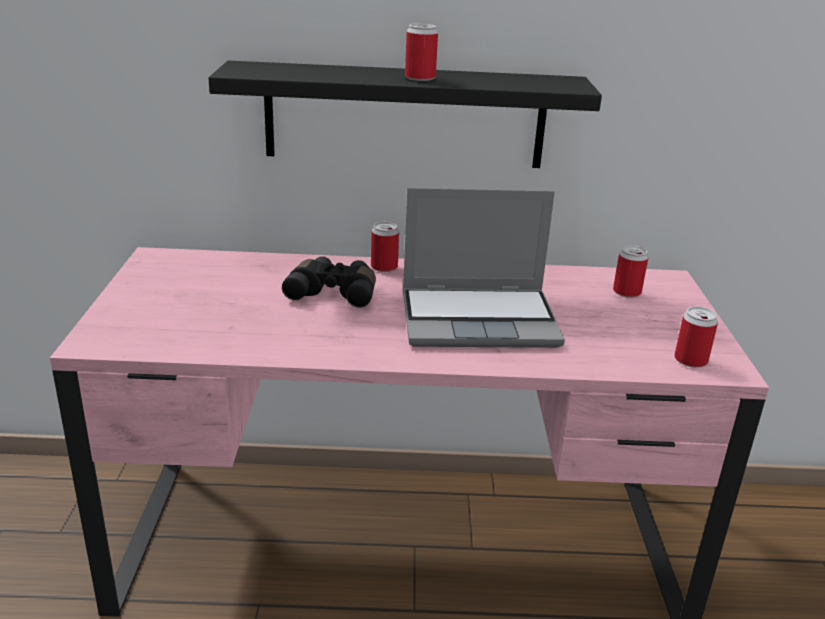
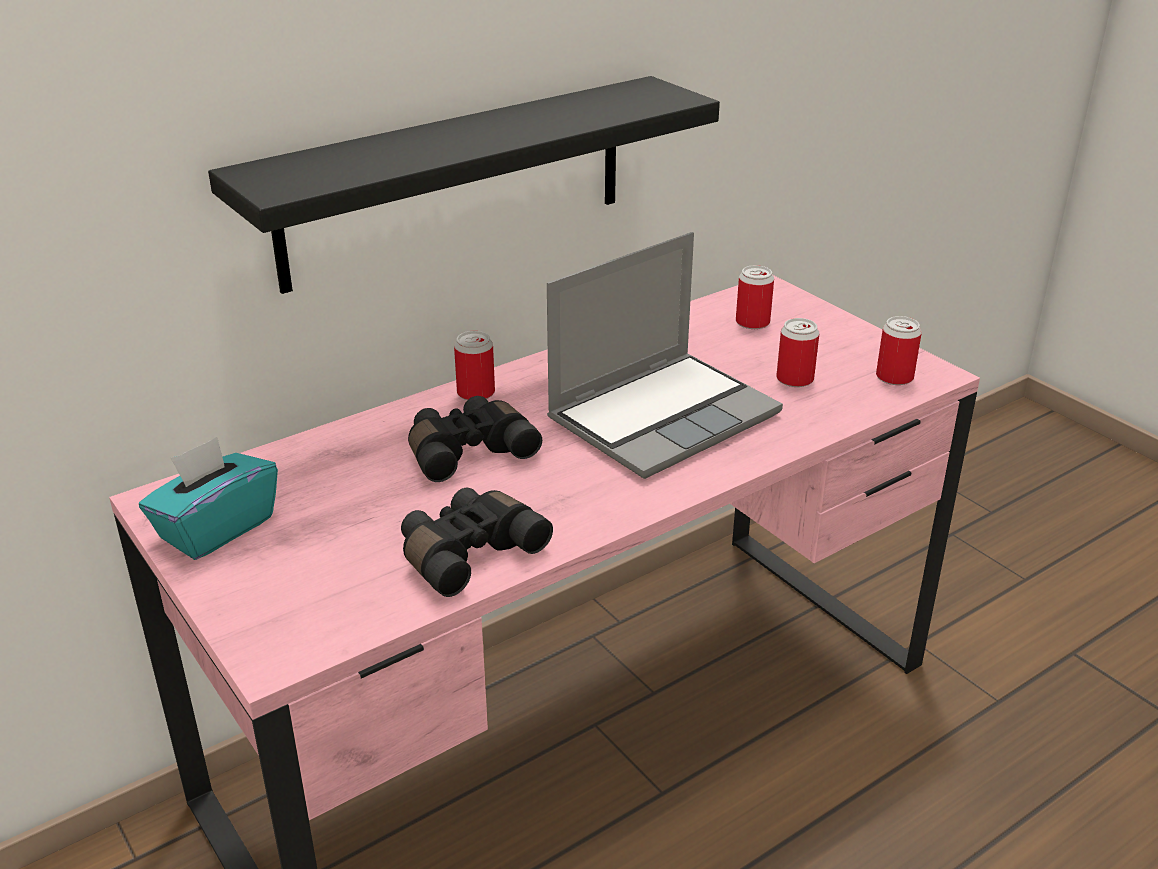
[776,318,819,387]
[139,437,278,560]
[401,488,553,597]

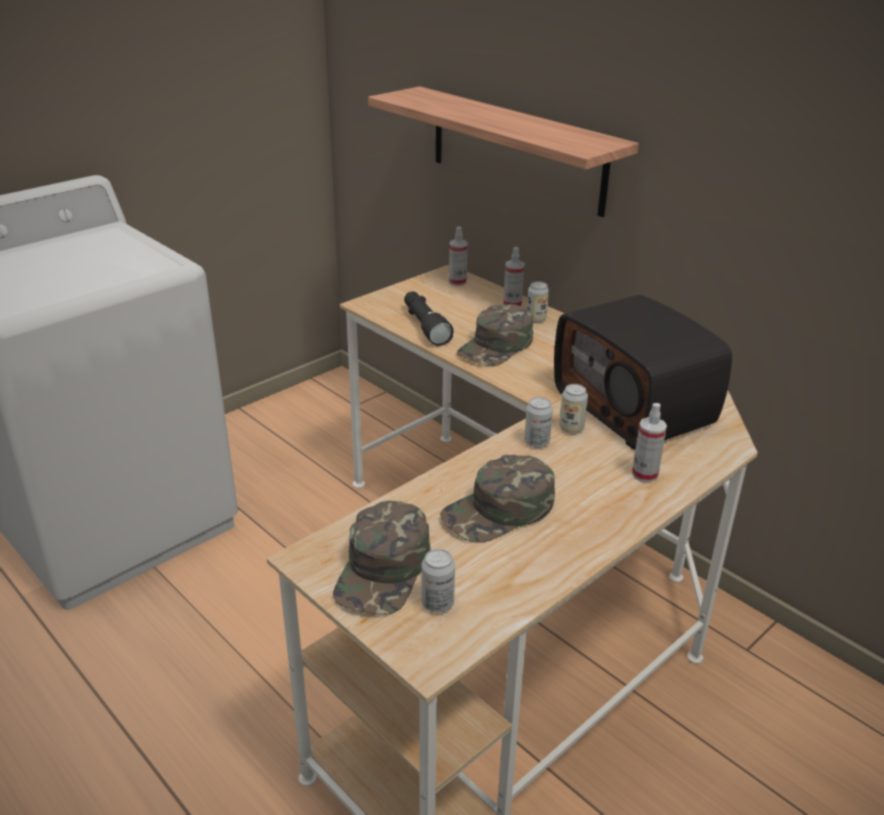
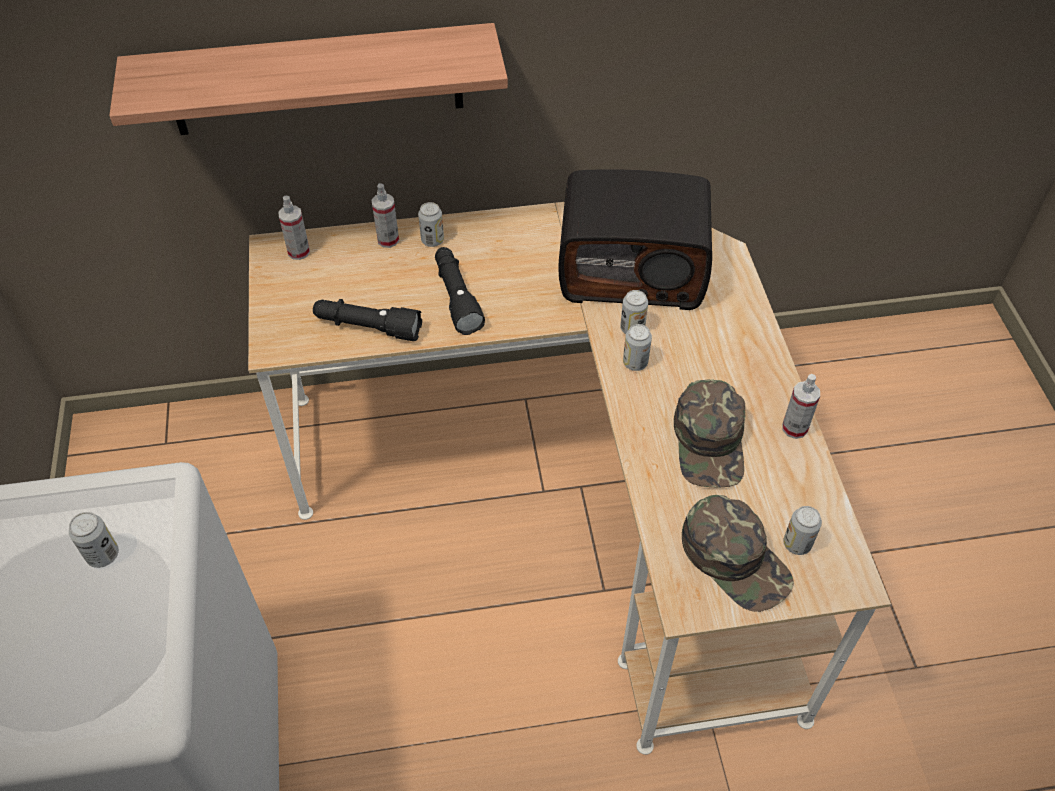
[435,247,485,335]
[782,374,820,439]
[69,512,119,568]

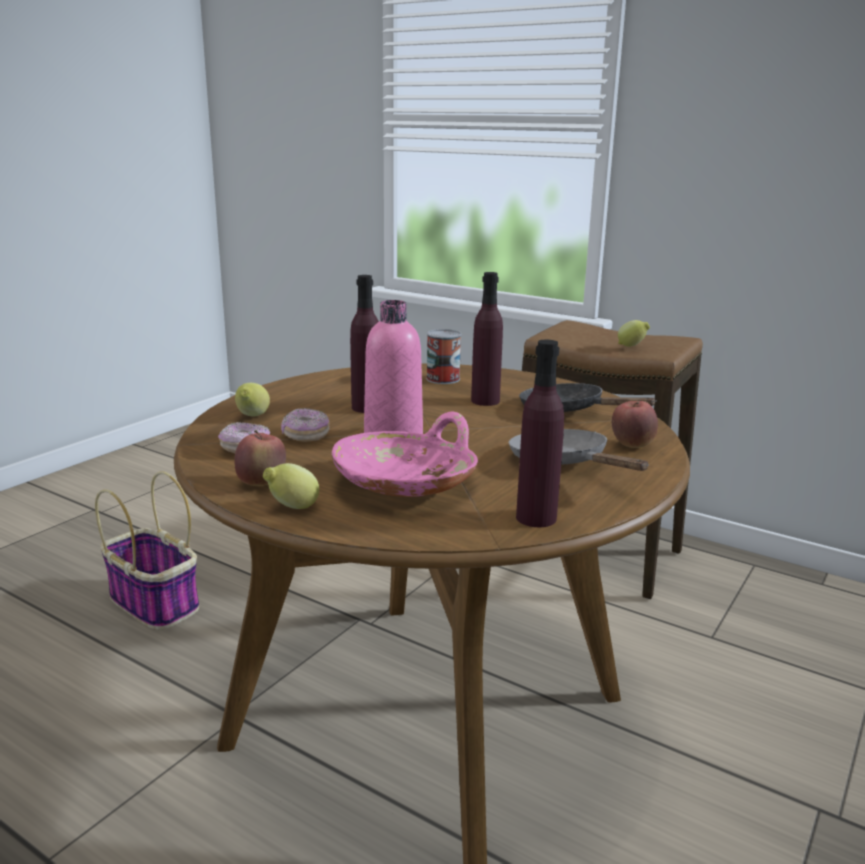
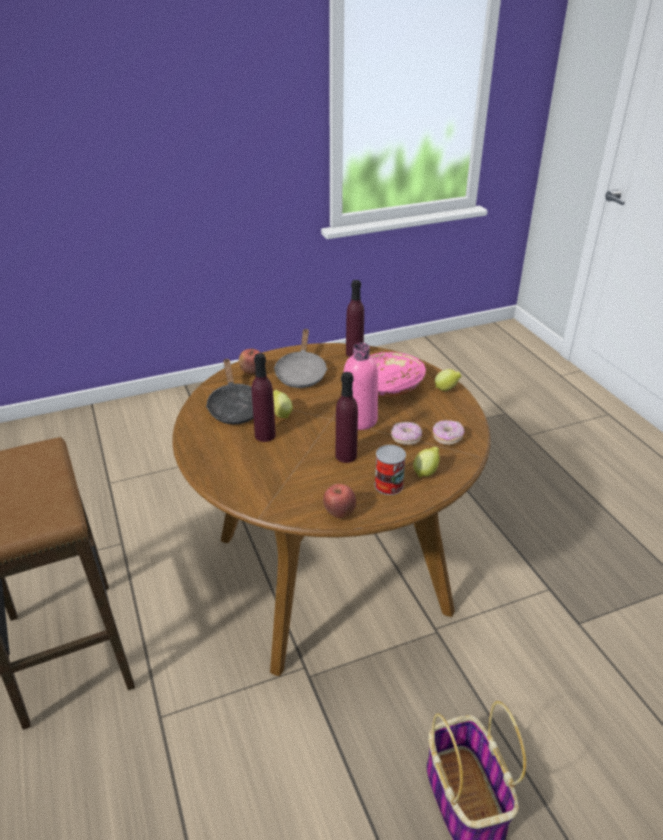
[273,390,293,418]
[374,445,406,495]
[323,484,356,519]

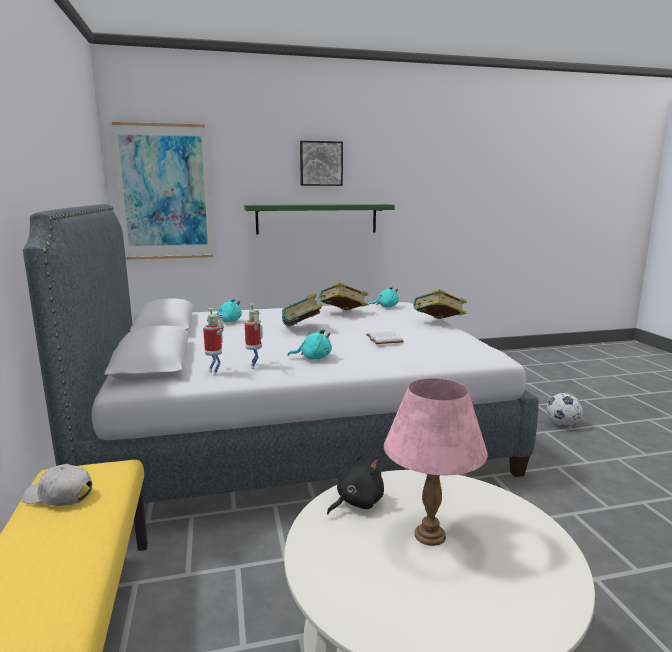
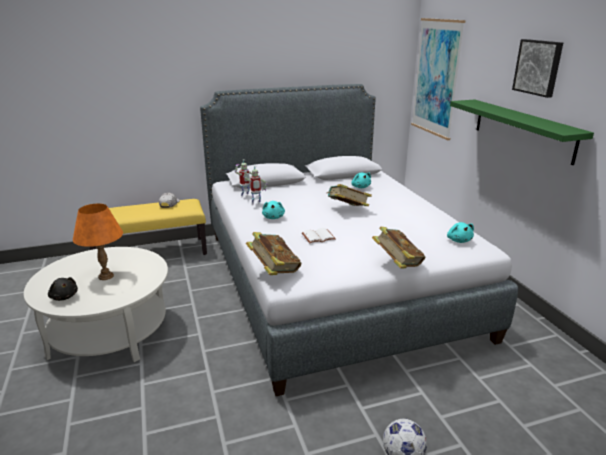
[246,232,302,275]
[73,204,123,280]
[48,277,78,301]

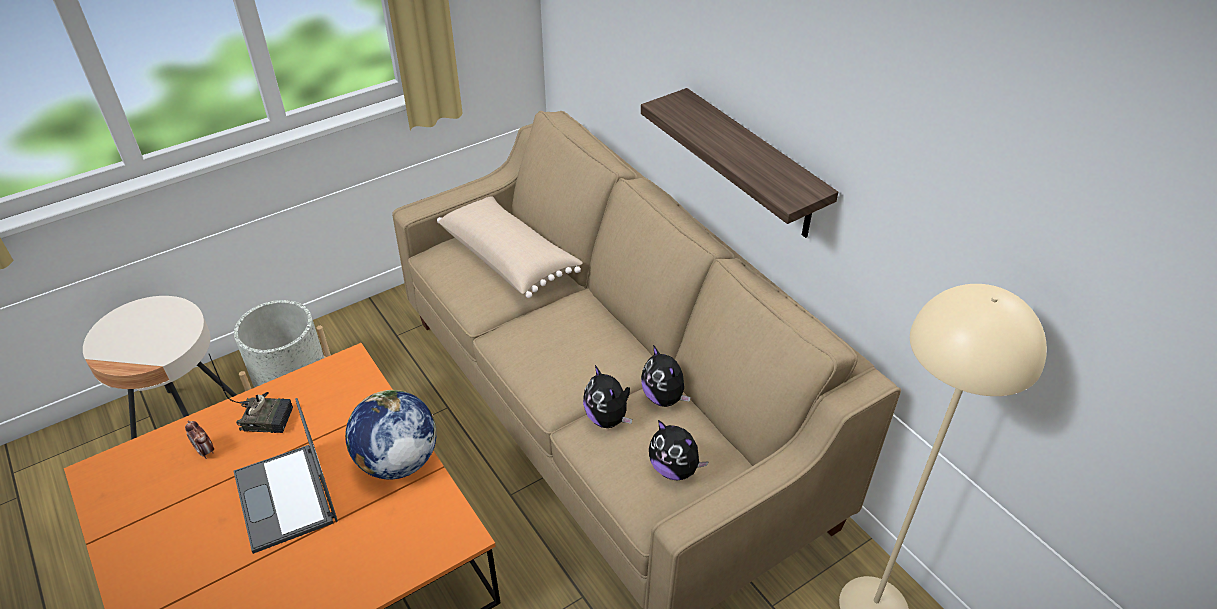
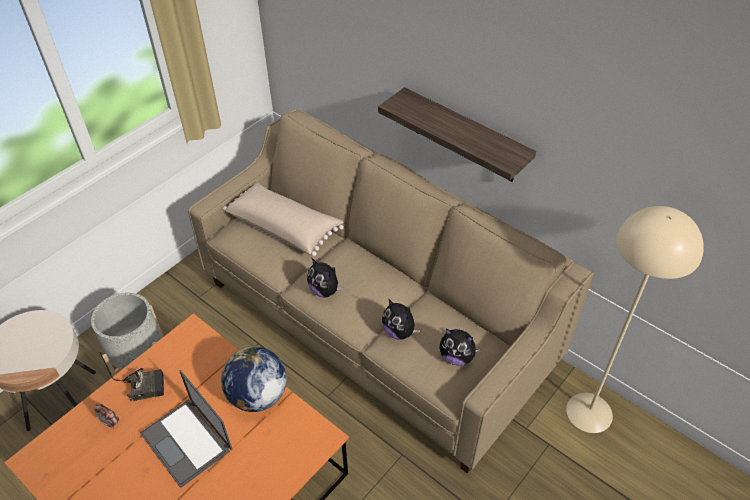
[307,258,344,297]

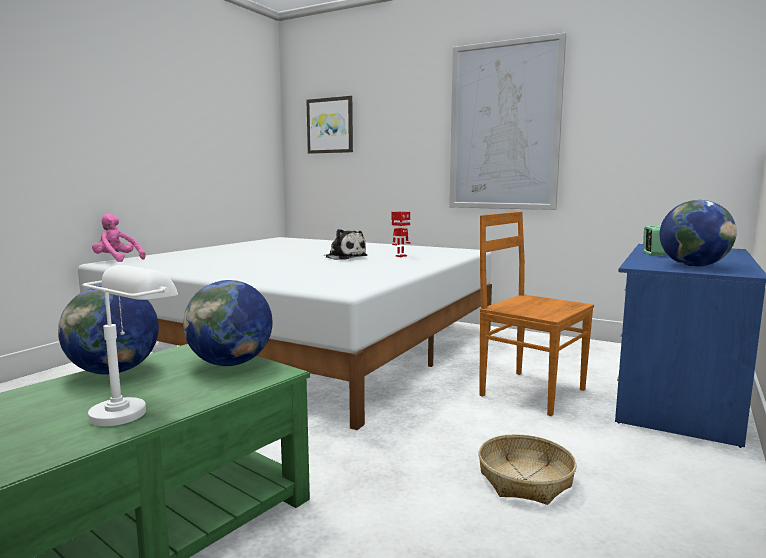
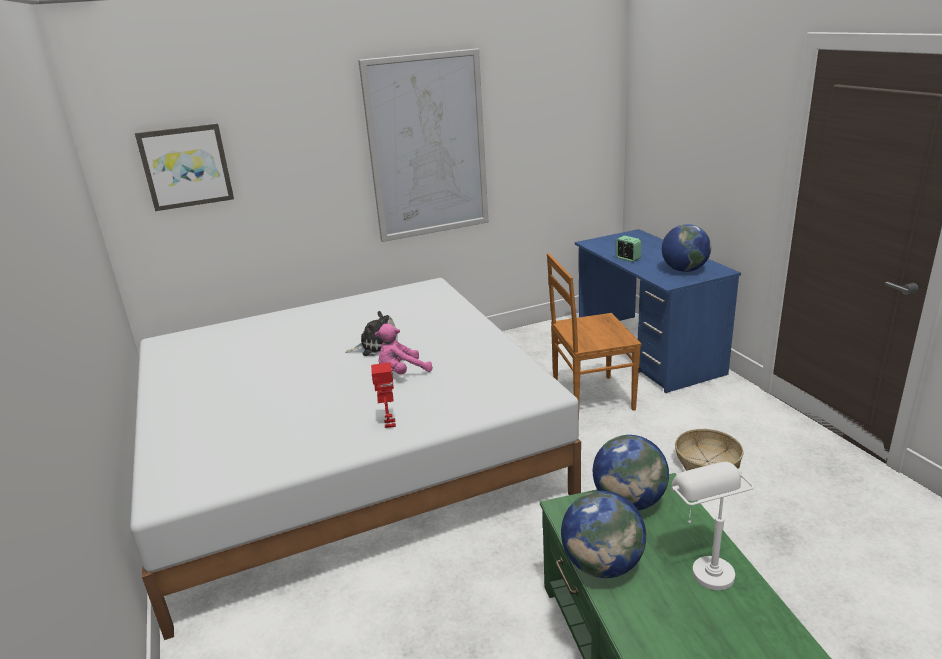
[371,362,396,428]
[375,323,433,374]

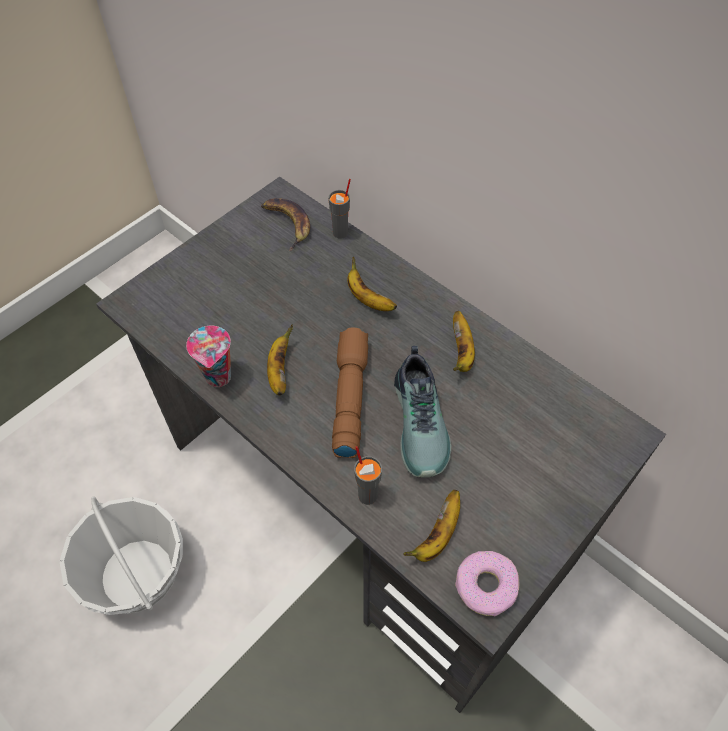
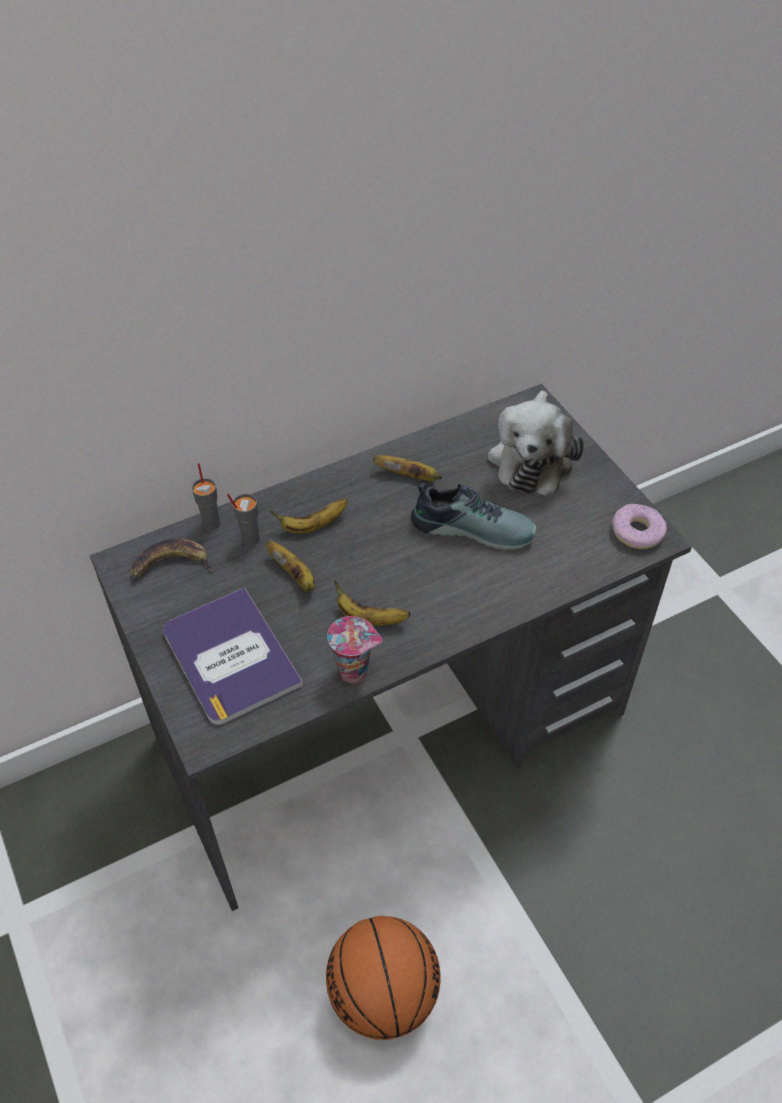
[332,328,368,458] (first image)
[227,494,260,546]
[266,541,315,593]
[326,916,440,1040]
[488,391,584,495]
[163,587,303,725]

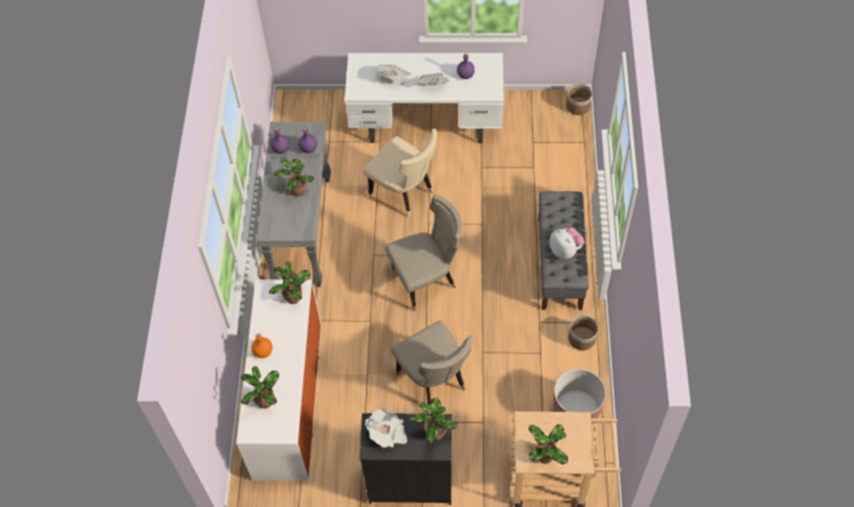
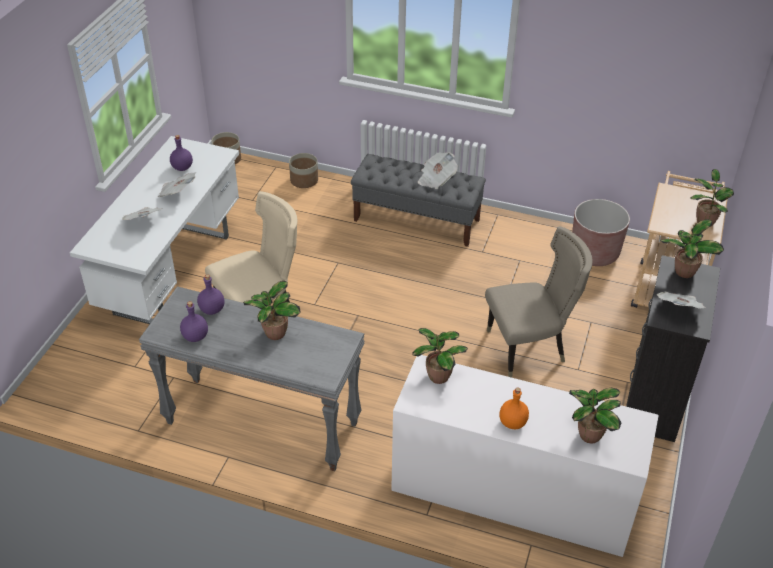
[385,195,462,311] (first image)
[418,152,458,189]
[289,153,318,188]

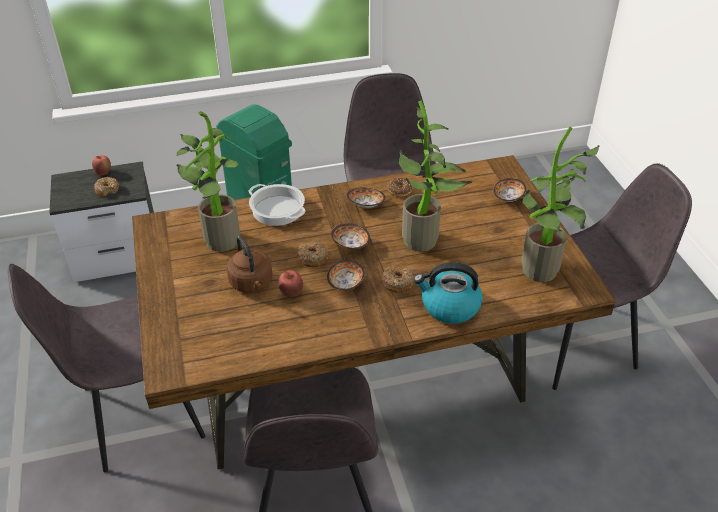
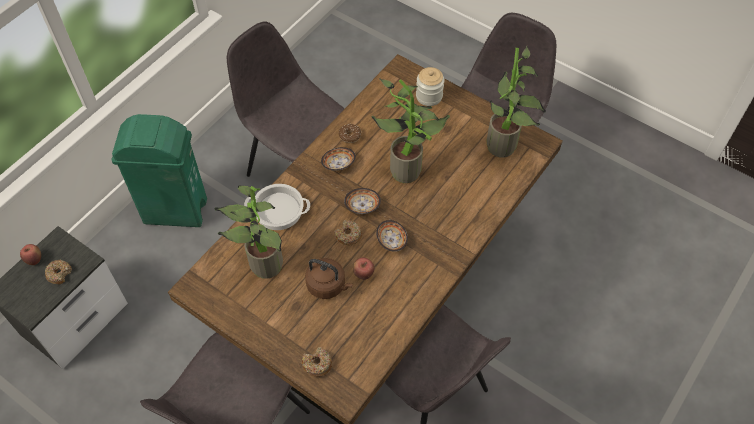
[416,67,444,106]
[414,262,483,324] (first image)
[302,347,333,377]

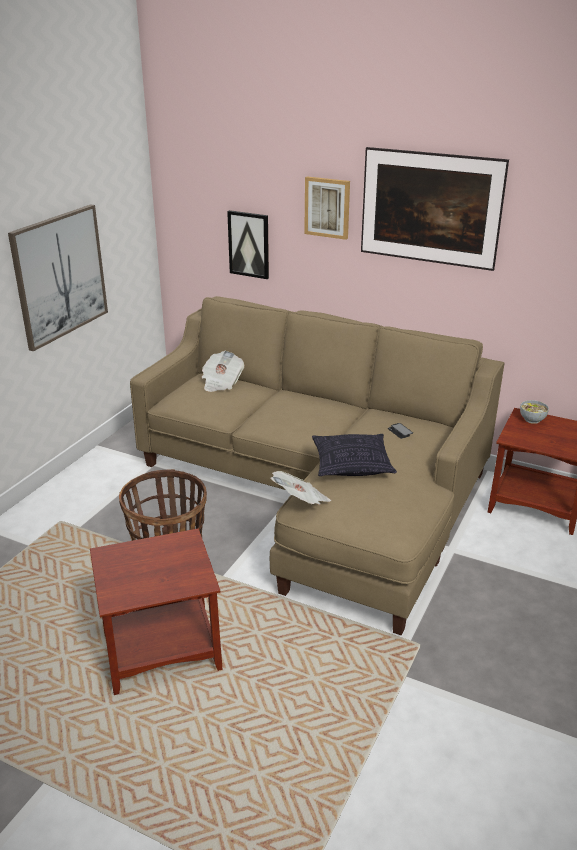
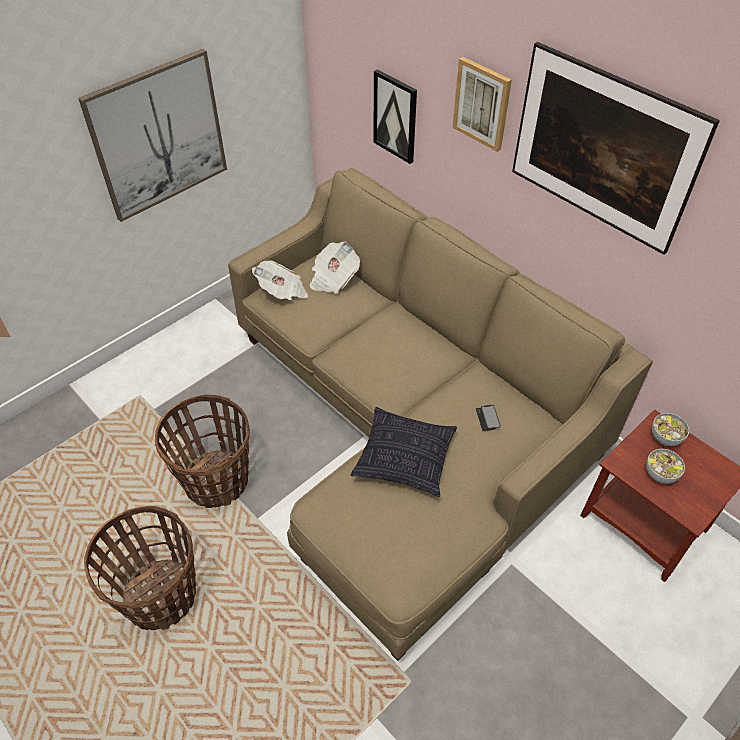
[252,260,308,300]
[84,506,196,630]
[646,449,685,484]

